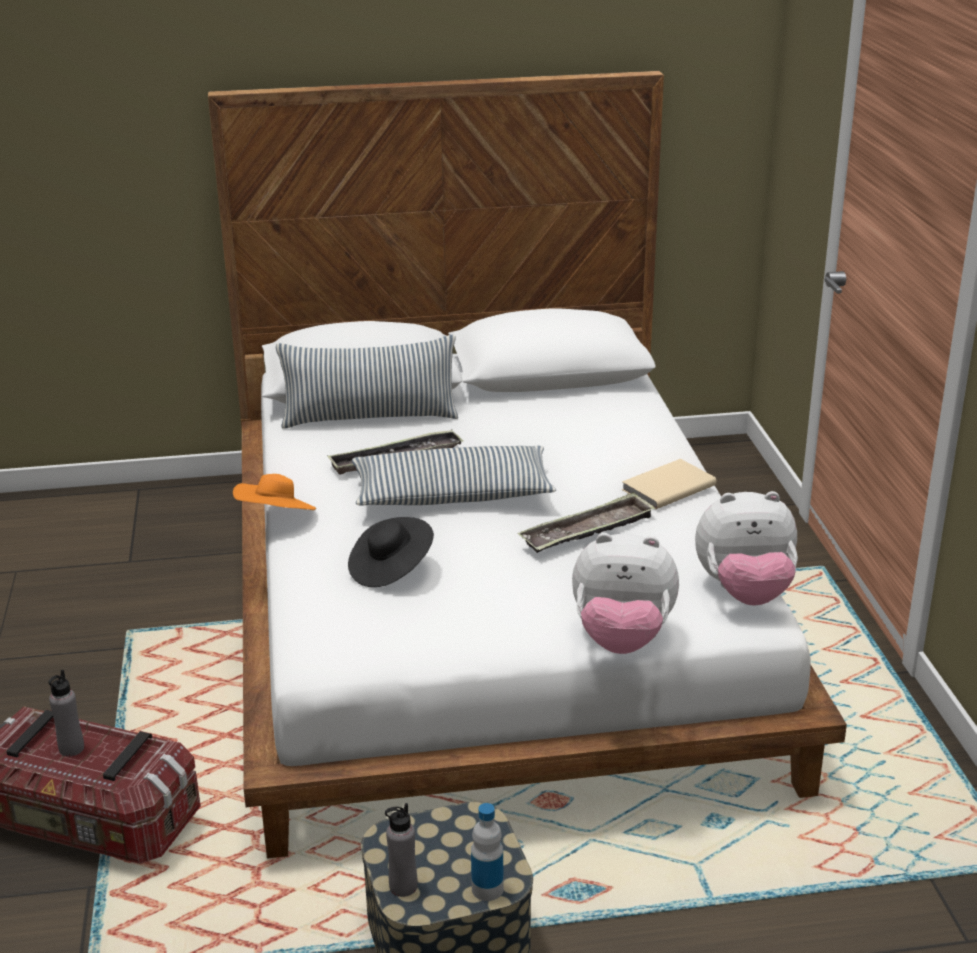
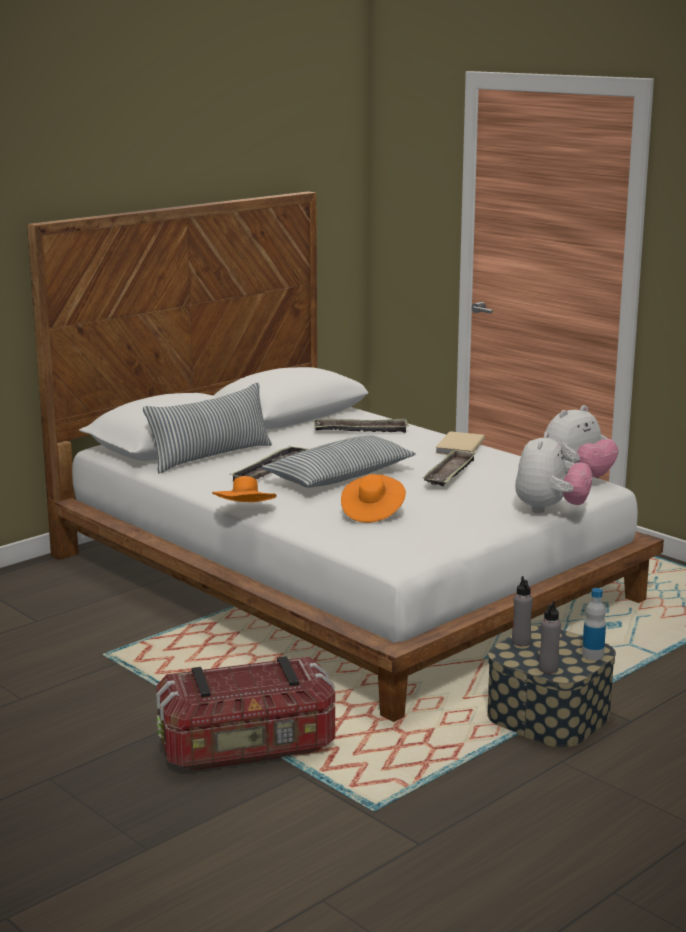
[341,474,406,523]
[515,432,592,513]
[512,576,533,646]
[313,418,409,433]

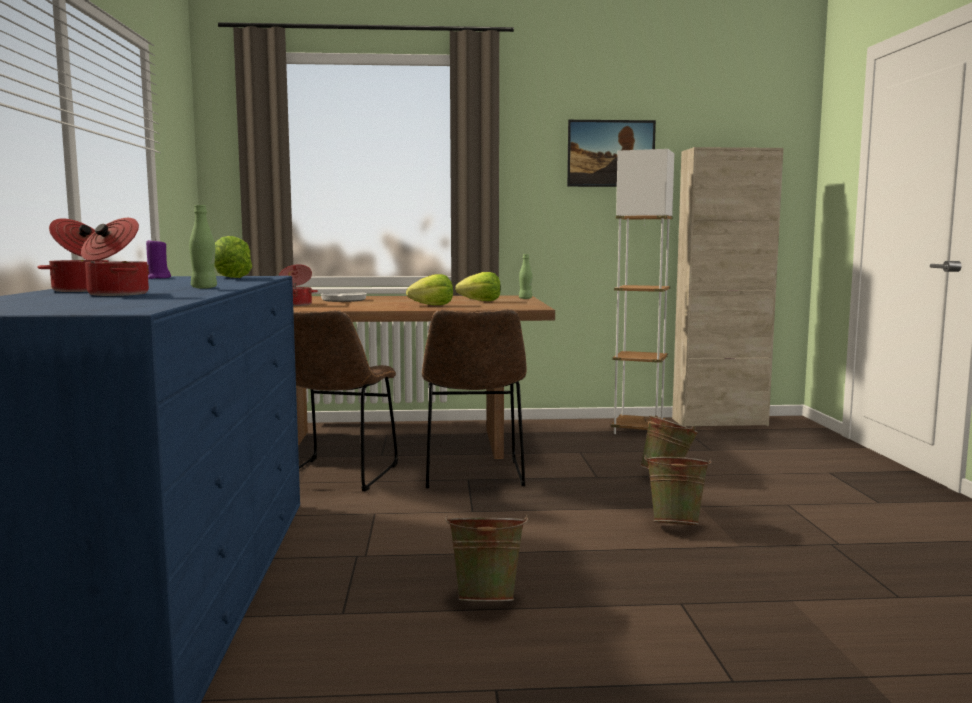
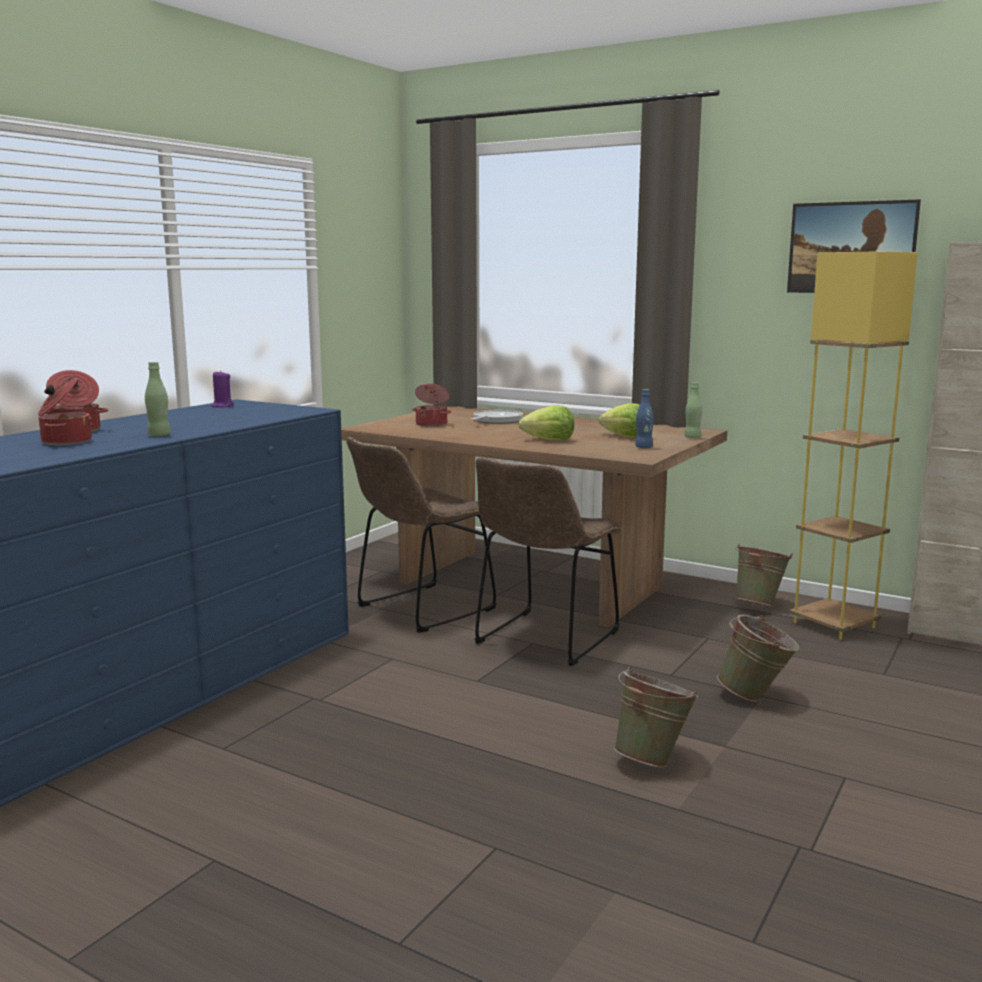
[789,251,918,640]
[214,236,252,278] (first image)
[735,544,793,607]
[635,389,654,448]

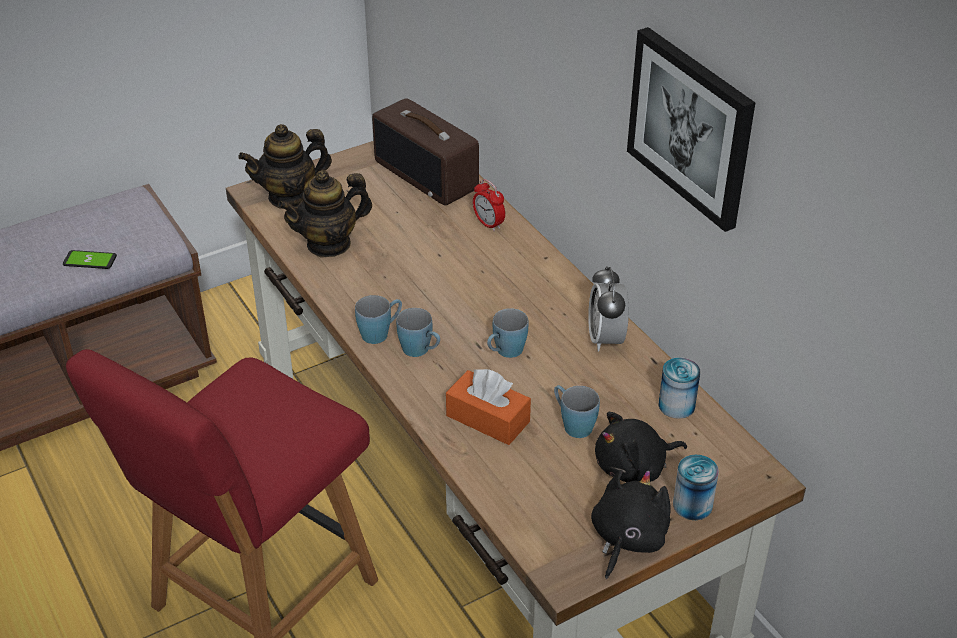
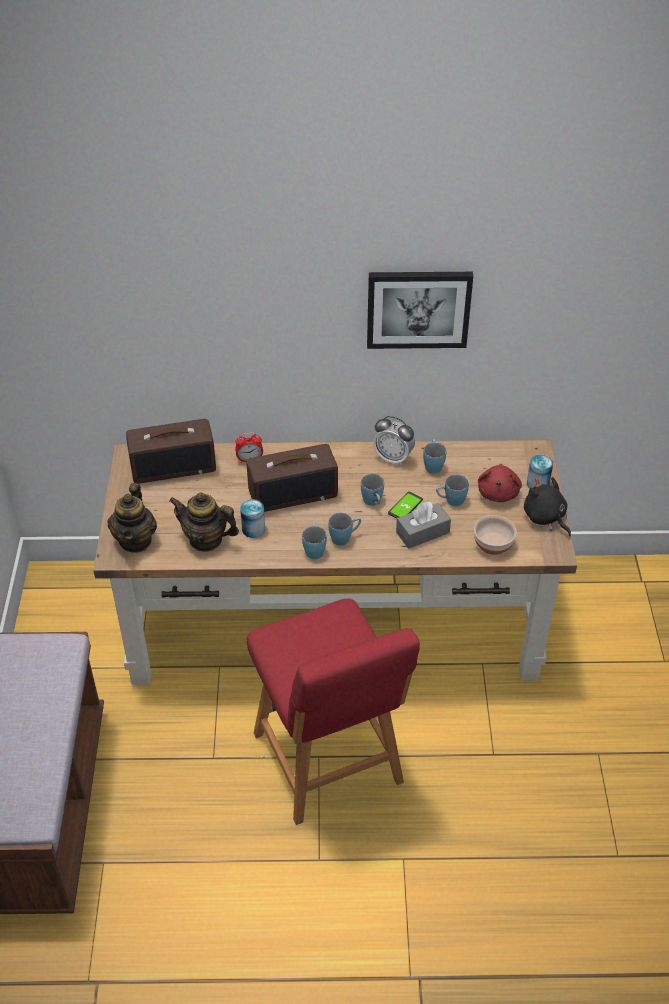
[169,492,239,552]
[388,492,423,519]
[240,499,265,538]
[396,502,451,549]
[478,464,522,502]
[423,439,447,474]
[247,444,338,512]
[474,515,517,555]

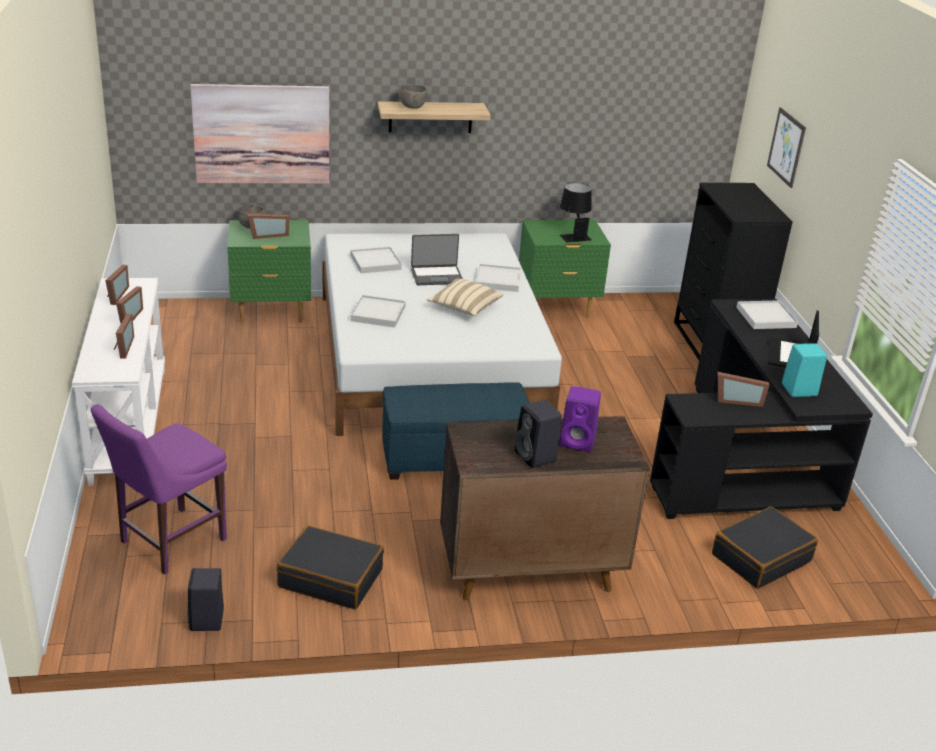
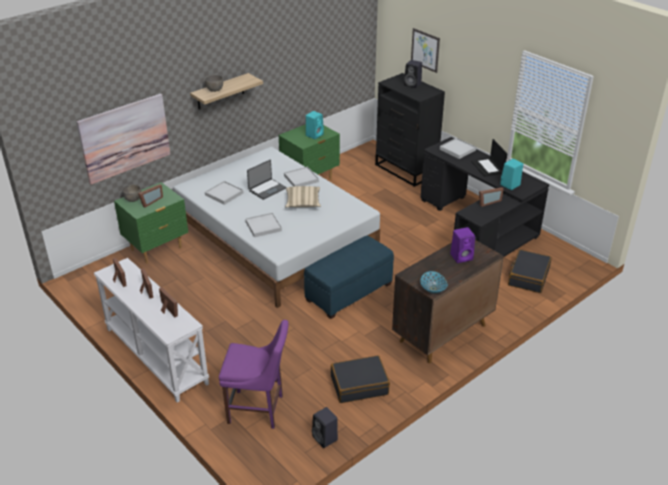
[306,111,324,139]
[404,60,422,88]
[219,320,289,429]
[420,271,447,294]

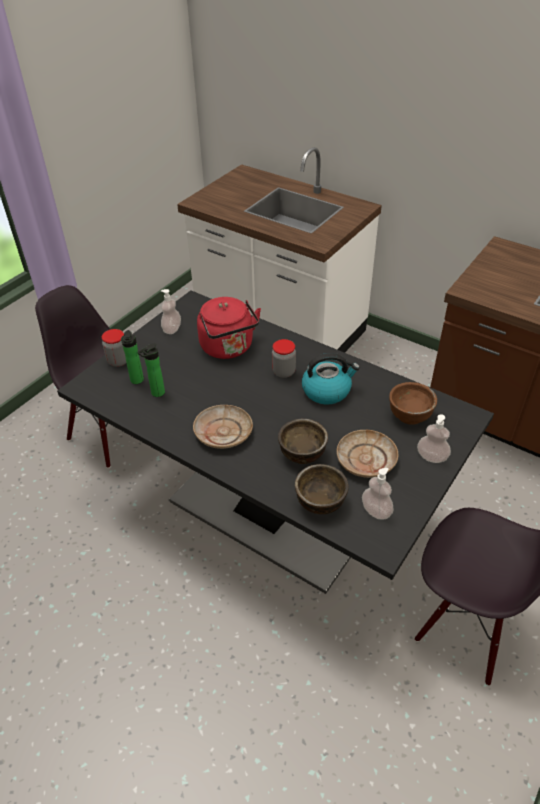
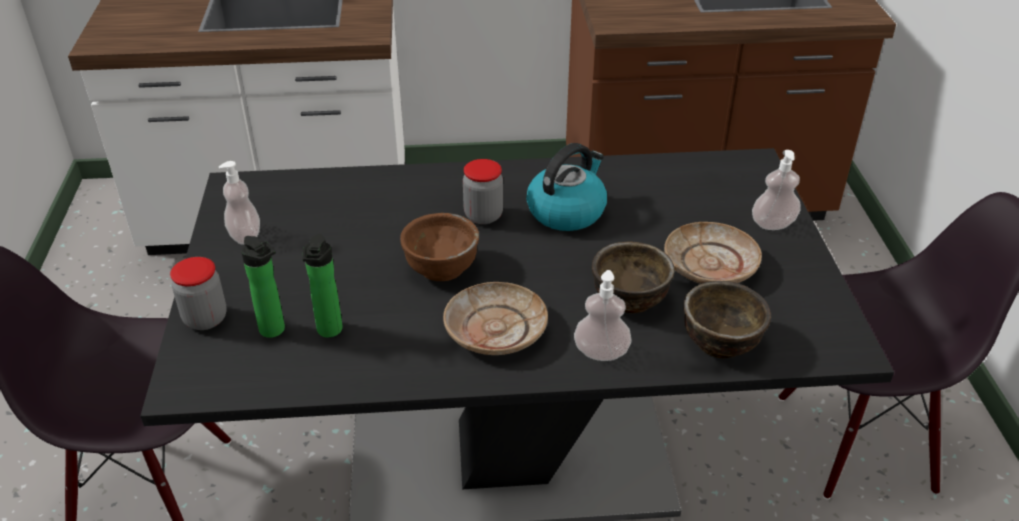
[197,297,261,359] (first image)
[400,213,479,281]
[574,270,632,361]

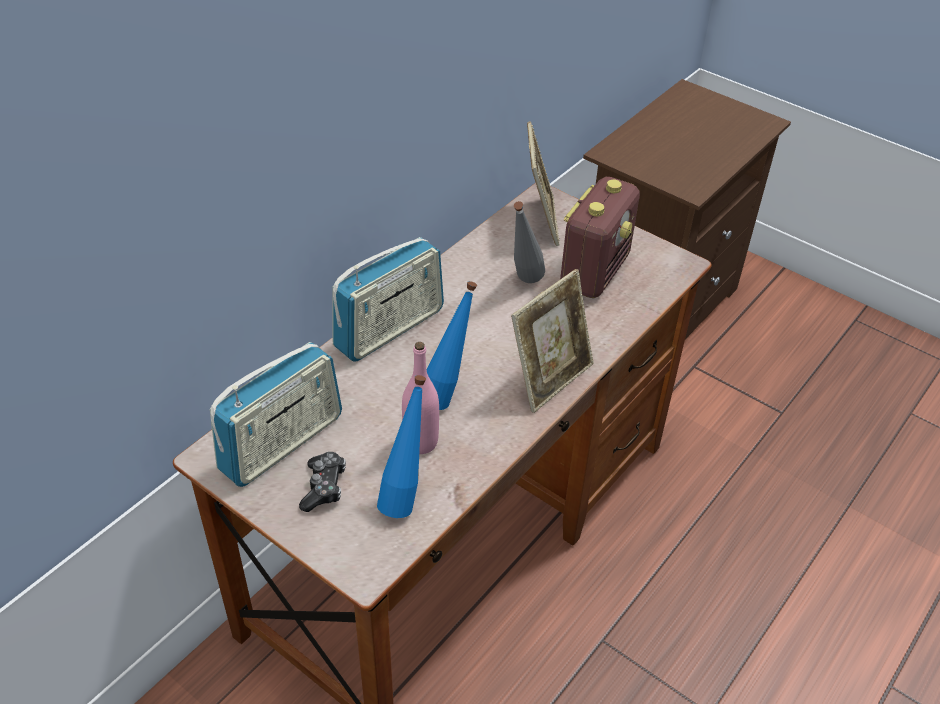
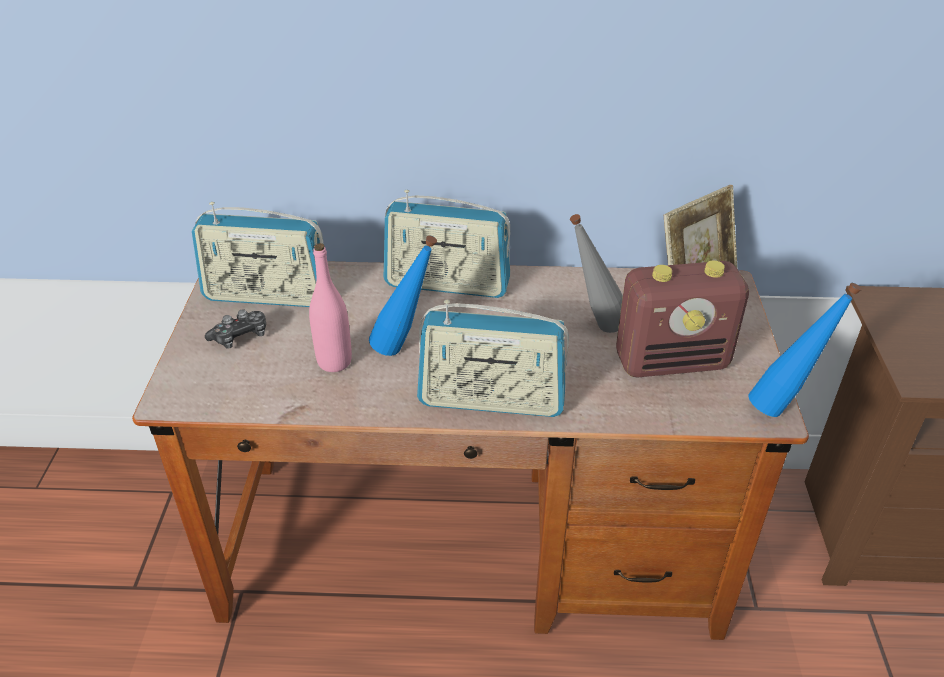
[417,299,569,417]
[749,283,862,417]

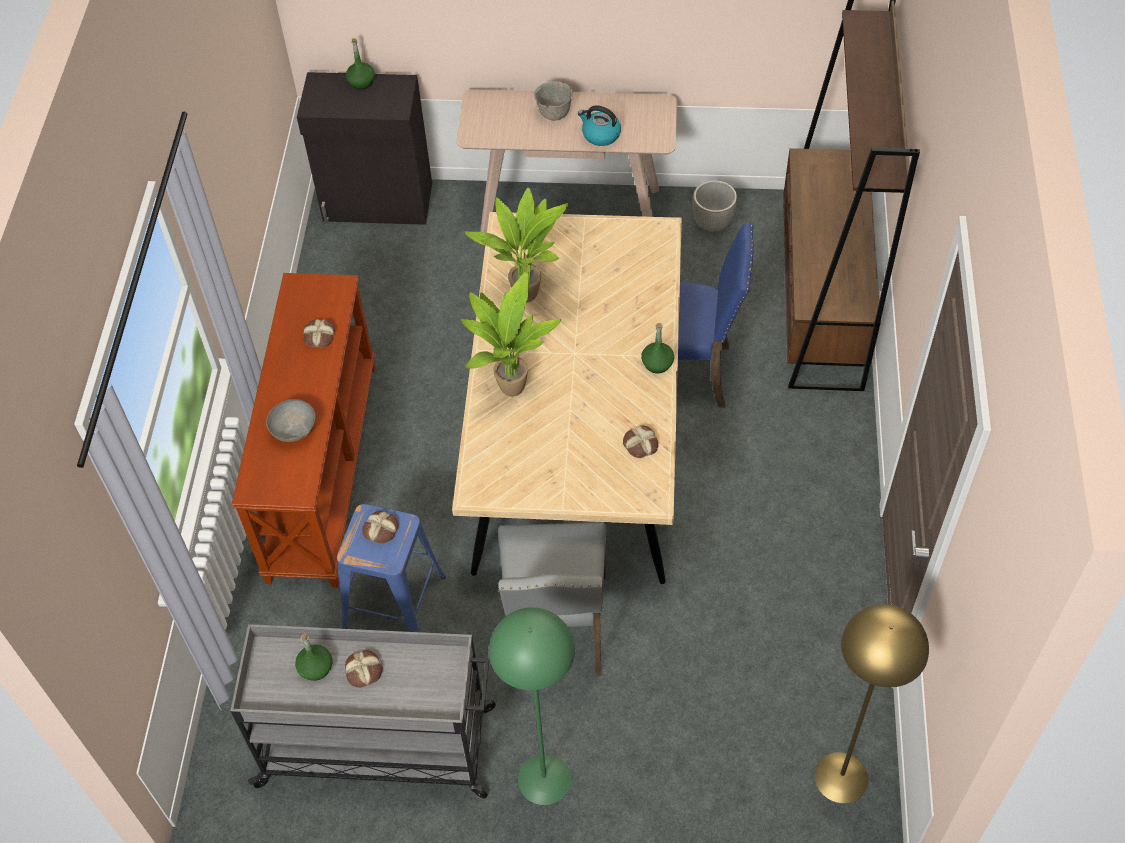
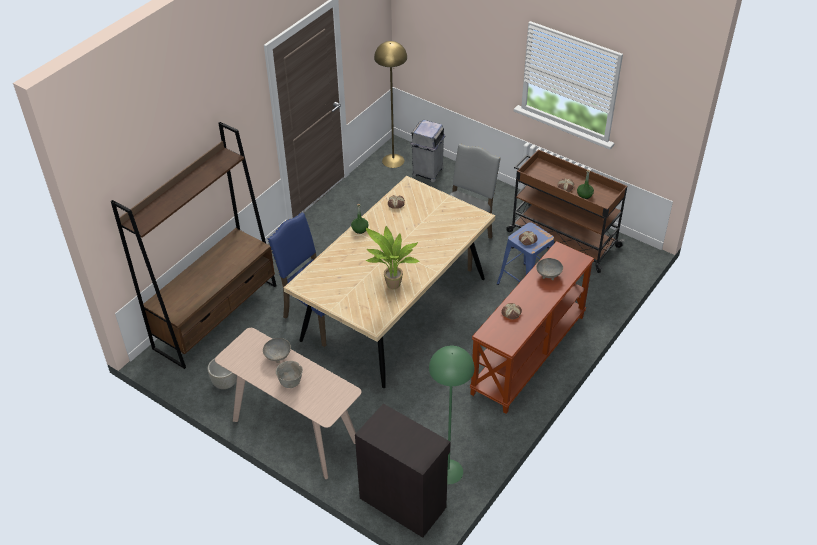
[346,38,375,89] (first image)
[263,338,291,363]
[461,272,561,396] (first image)
[429,346,474,484]
[506,149,627,273]
[410,120,445,182]

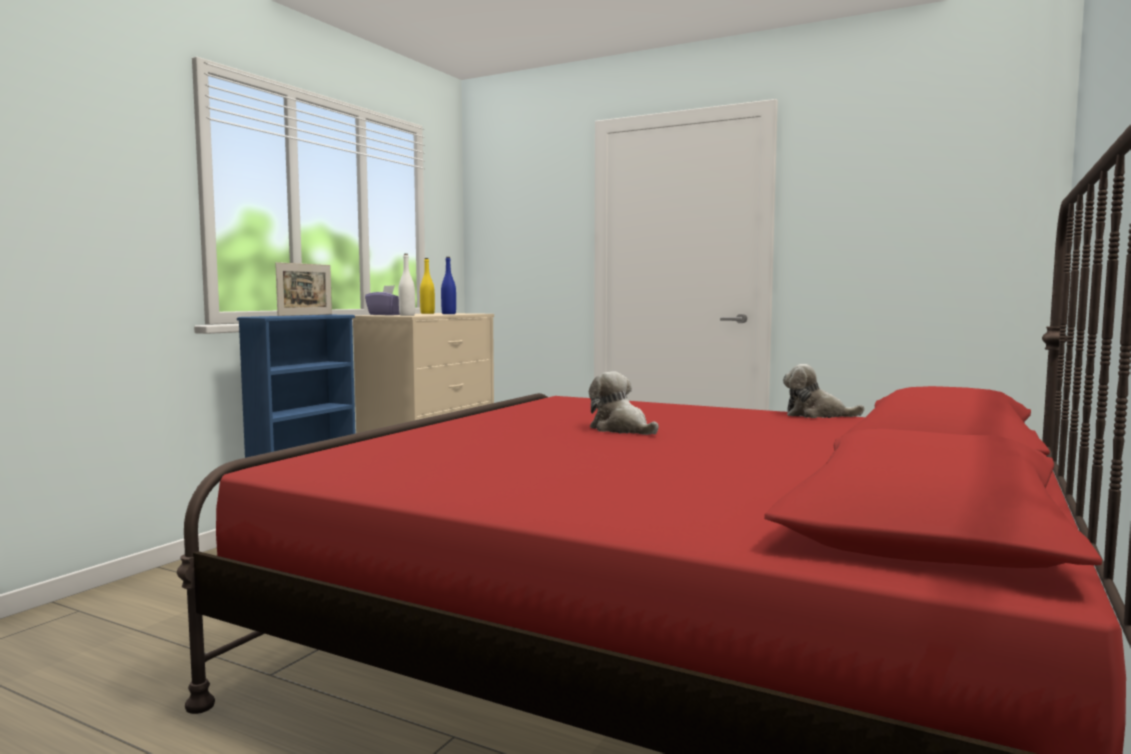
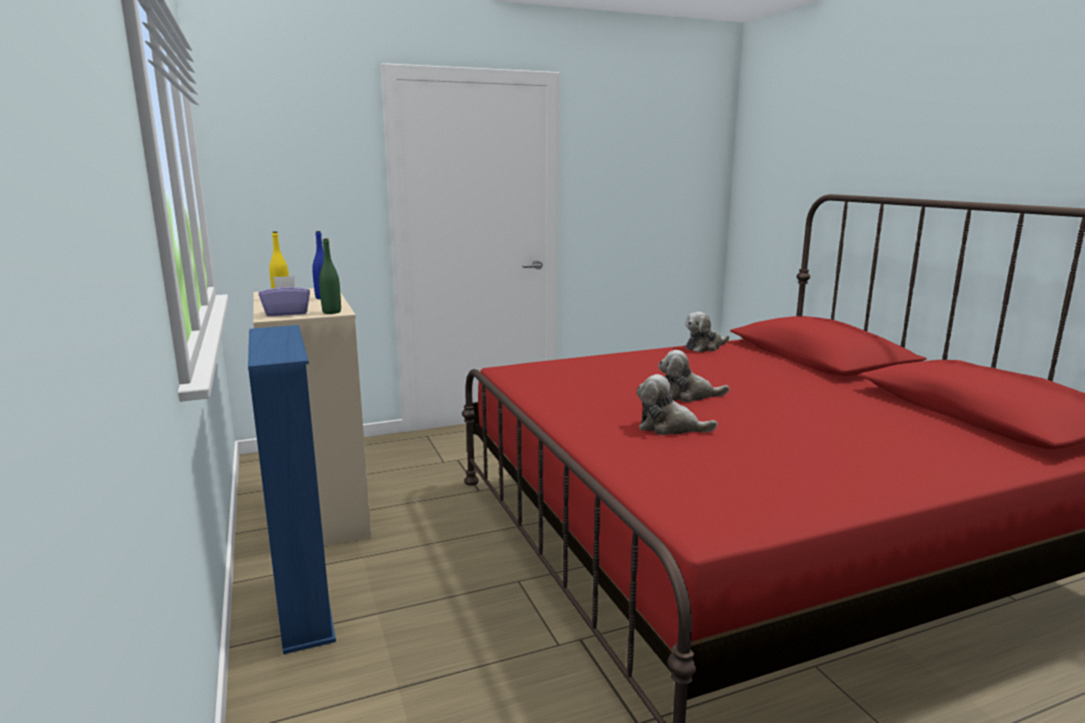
[319,238,341,314]
[275,262,332,316] (first image)
[637,374,717,435]

